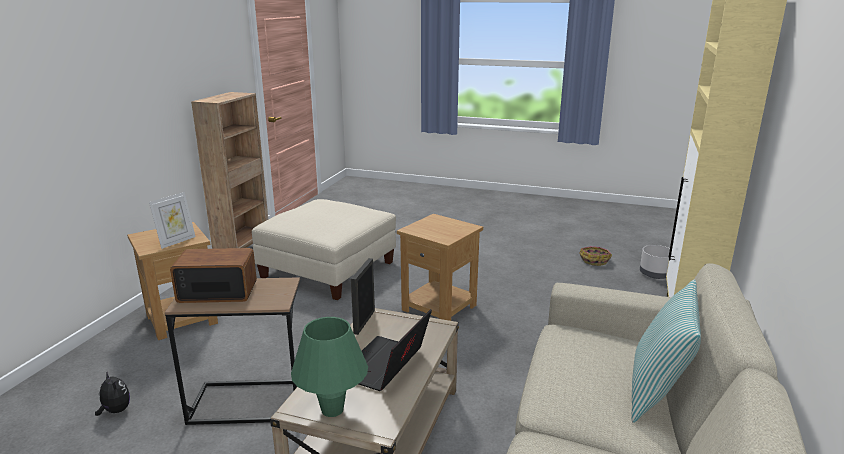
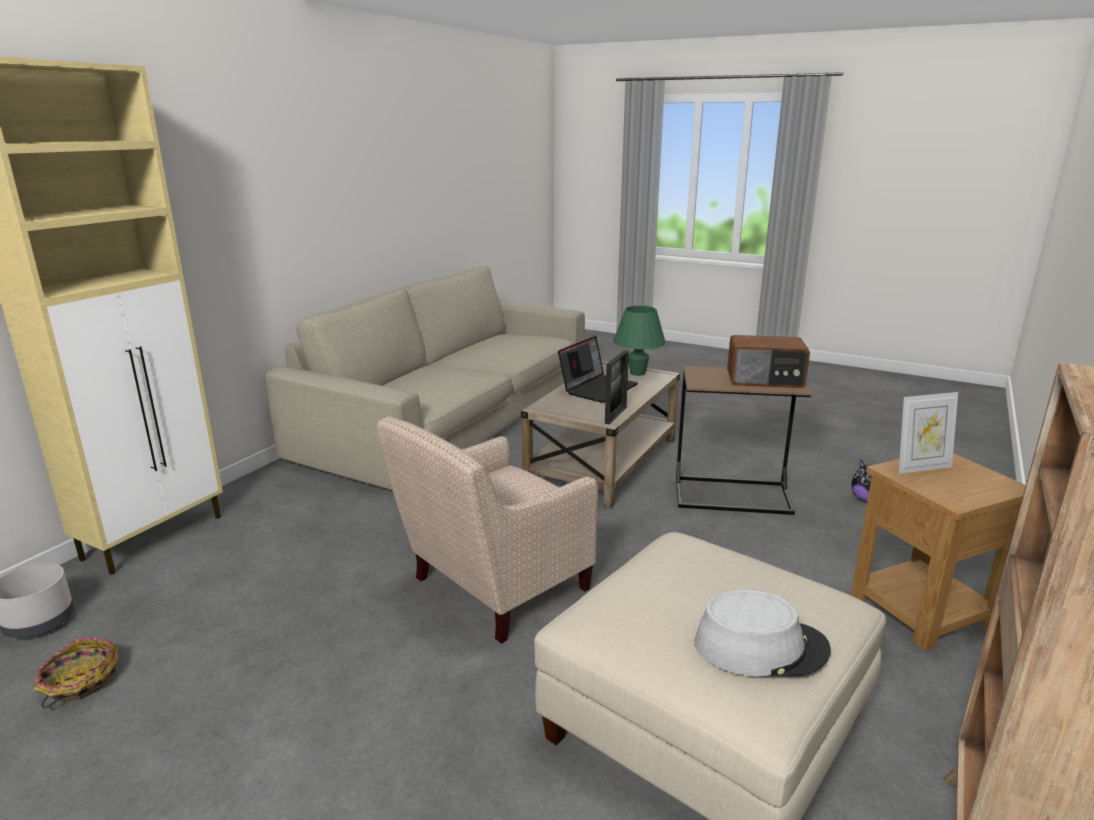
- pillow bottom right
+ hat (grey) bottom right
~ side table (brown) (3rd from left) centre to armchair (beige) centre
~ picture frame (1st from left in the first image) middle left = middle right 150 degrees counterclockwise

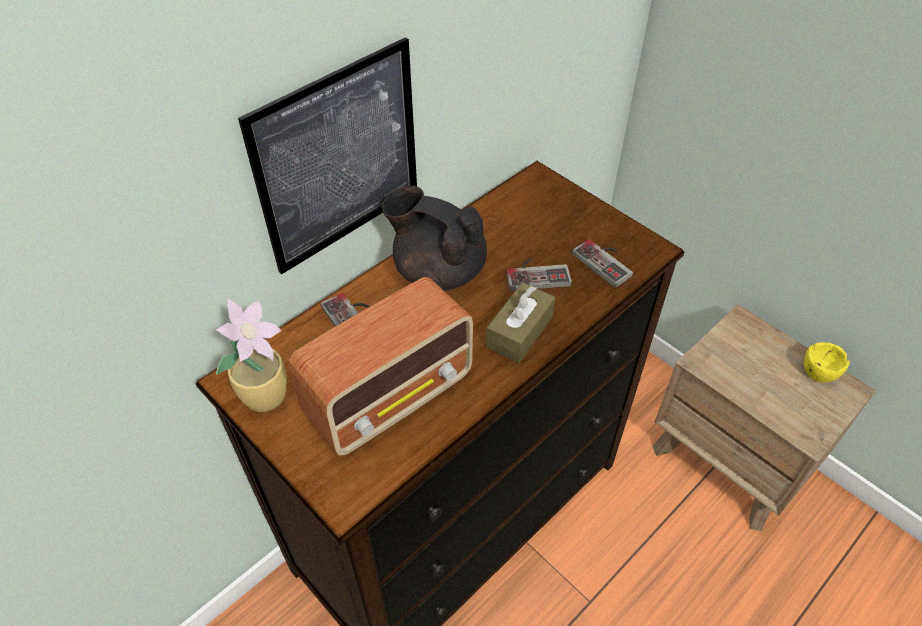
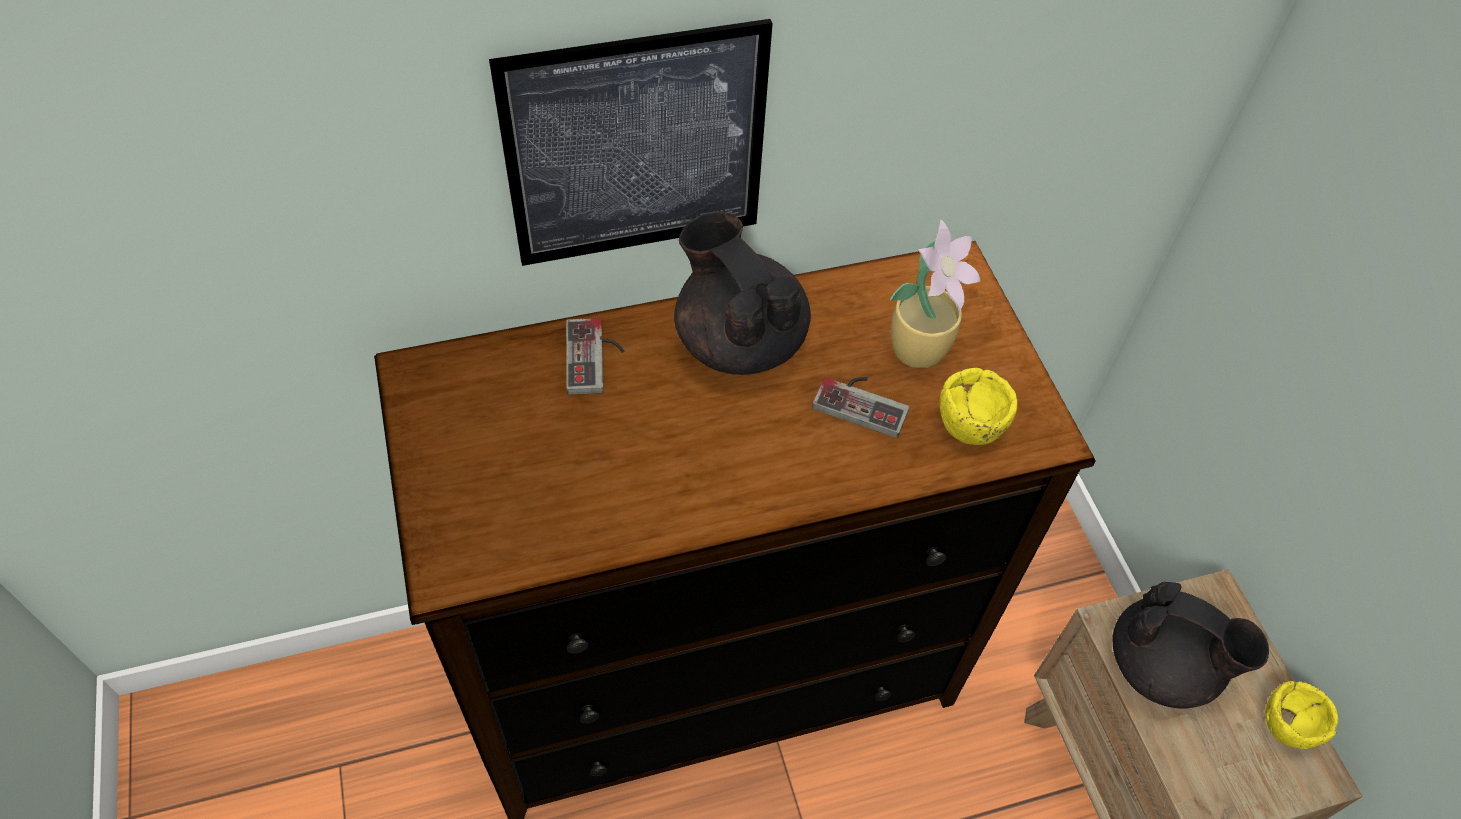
- radio centre
- tissue box (brown) centre
+ teapot (black) (2nd from left) bottom right
~ potted plant middle left to centre
~ game controller (3rd from left) centre to bowl (yellow) (1st from left) middle right

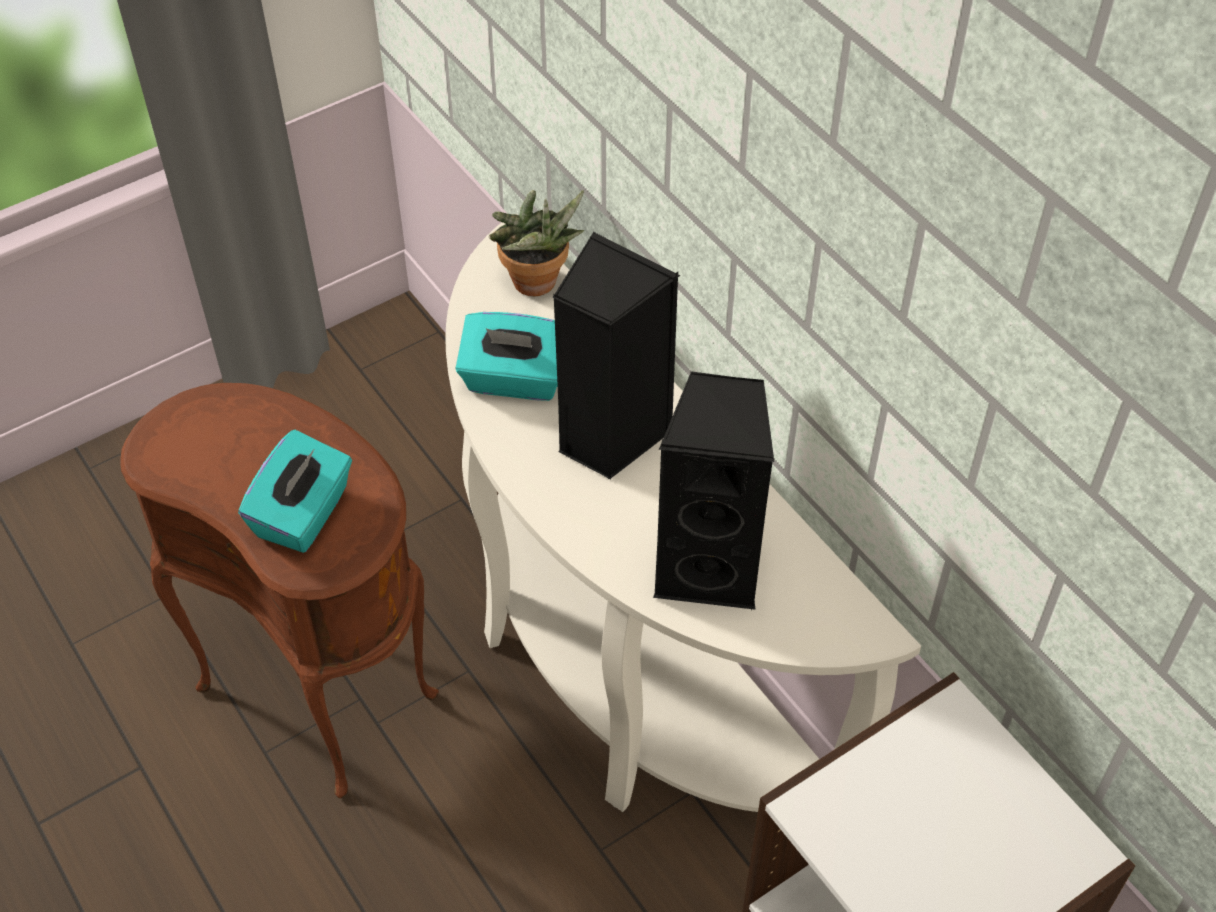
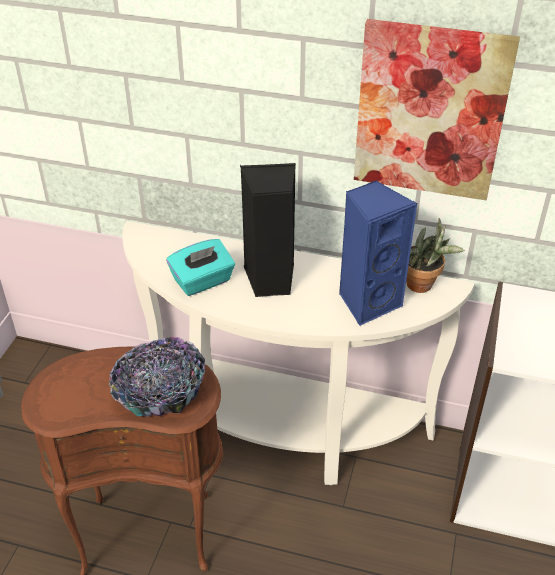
+ picture top right
~ potted plant top centre to middle right
~ tissue box (turquoise) (1st from left) middle left to bowl middle left
~ speaker (black) (2nd from left) centre to speaker (blue) middle right

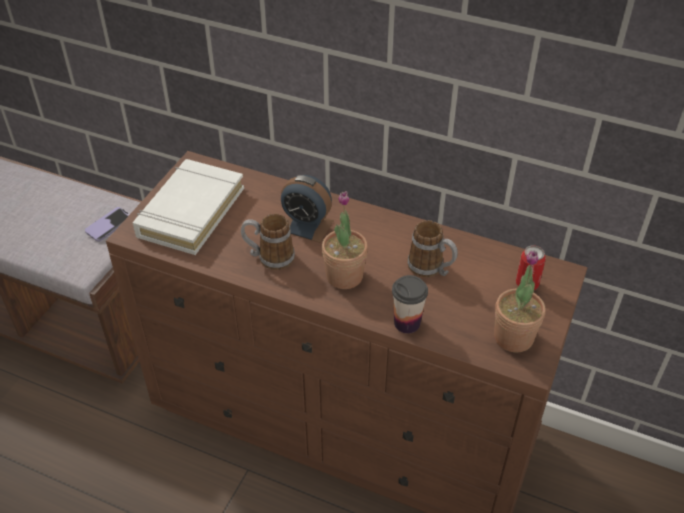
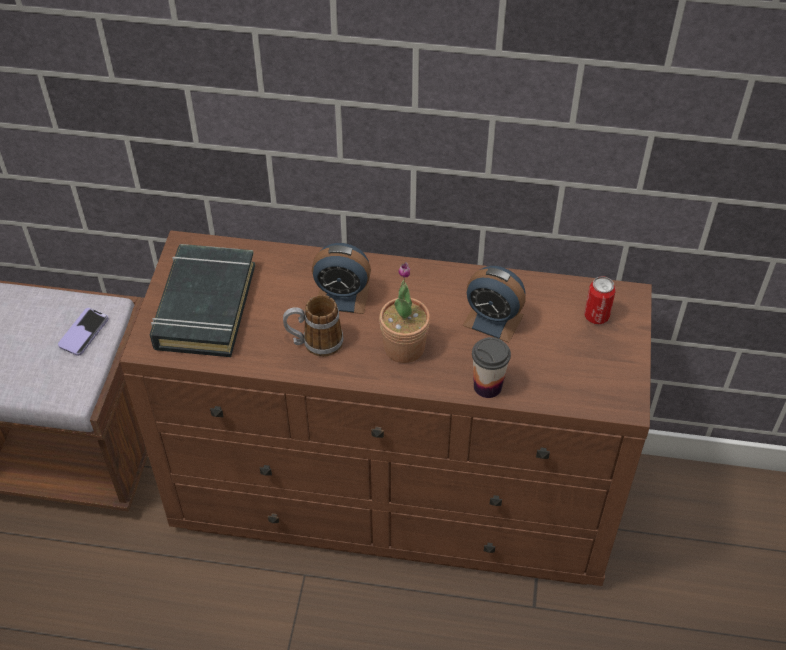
- potted plant (2nd from left) middle right
~ mug (2nd from left) centre to alarm clock (2nd from left) centre
~ book (white) middle left to book (black) middle left

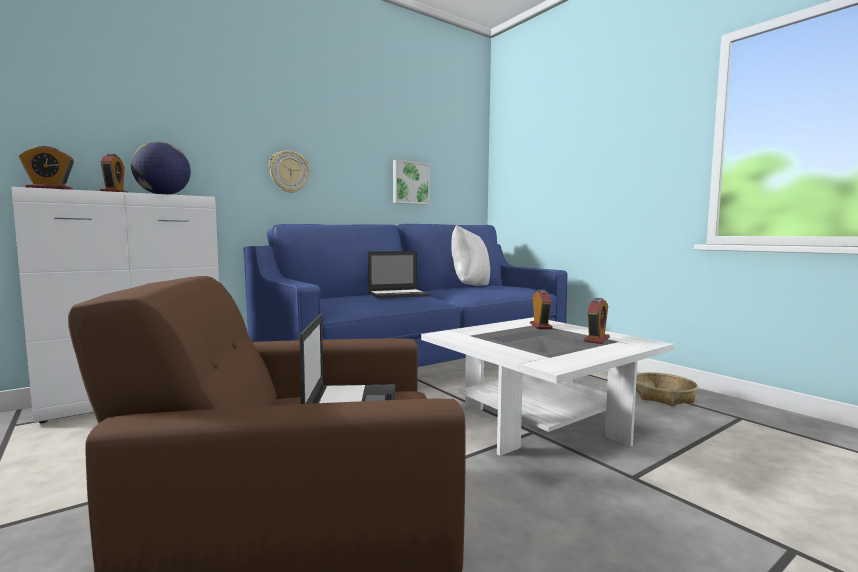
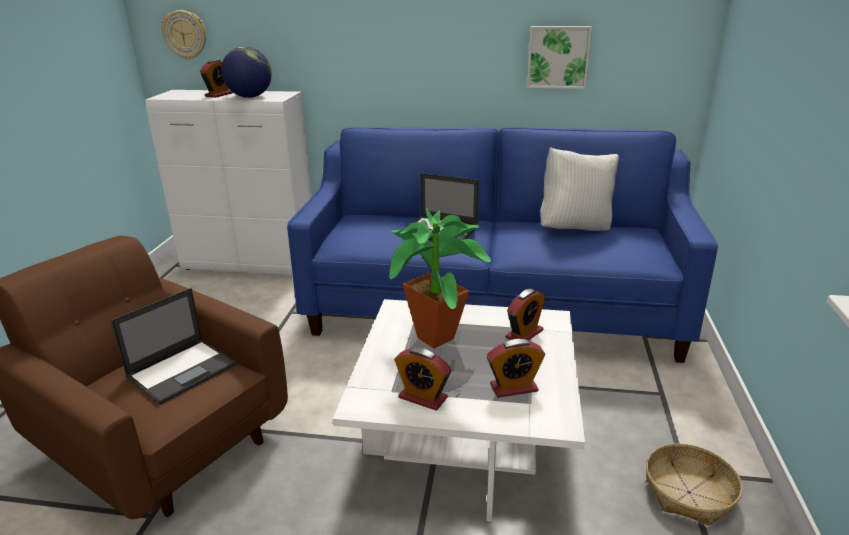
+ potted plant centre
~ alarm clock (1st from left in the first image) top left to alarm clock (2nd from left) bottom centre
~ wall clock top centre to top left

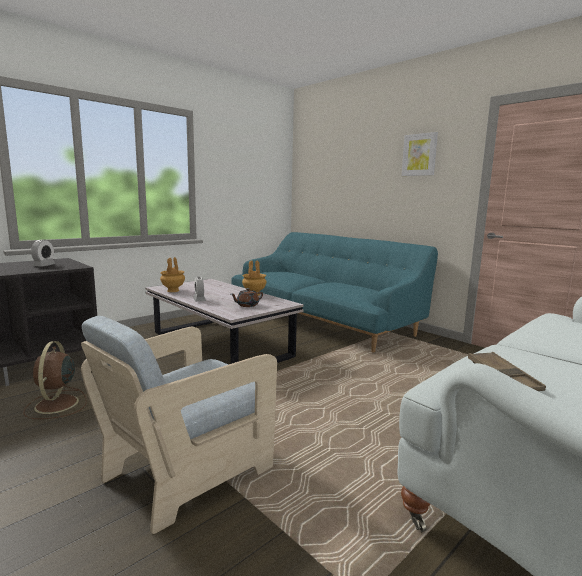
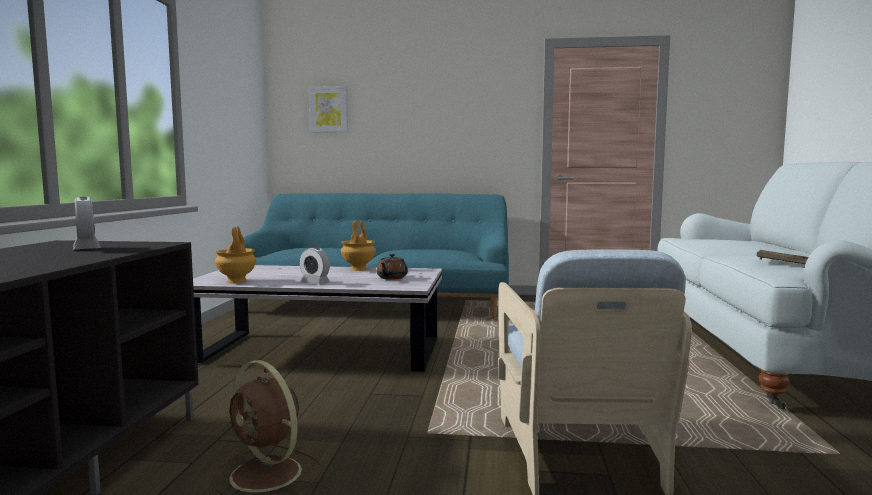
~ picture top right to top centre

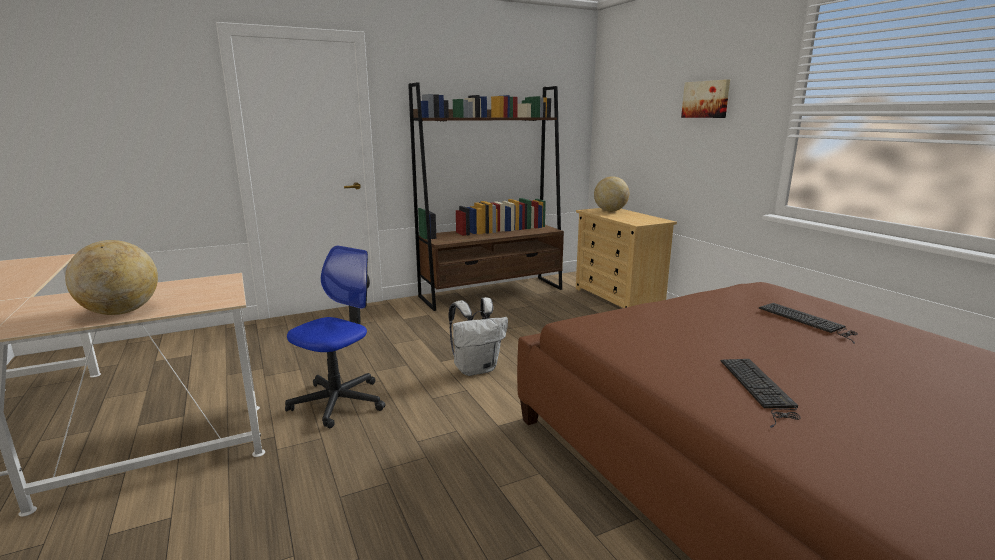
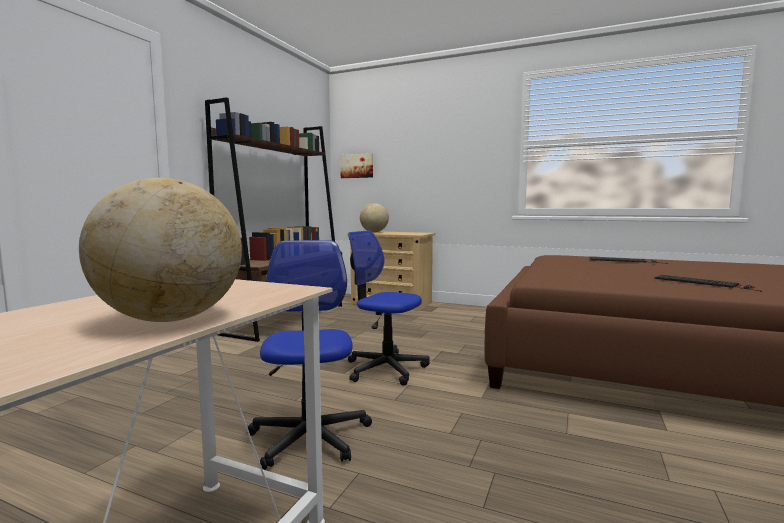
~ picture top right to top centre
~ backpack (white) centre to office chair (2nd from left) centre

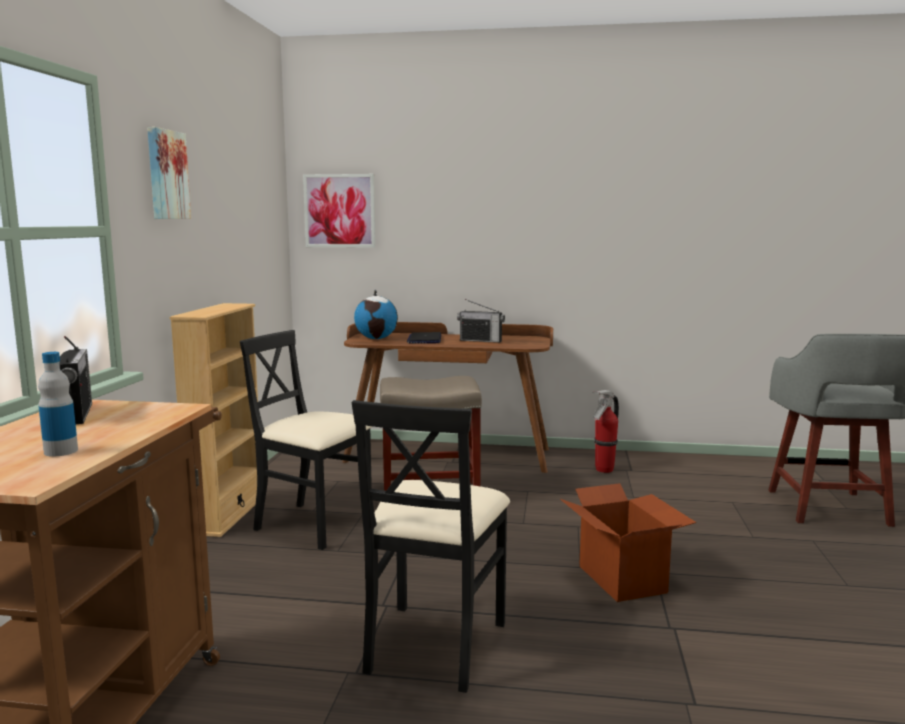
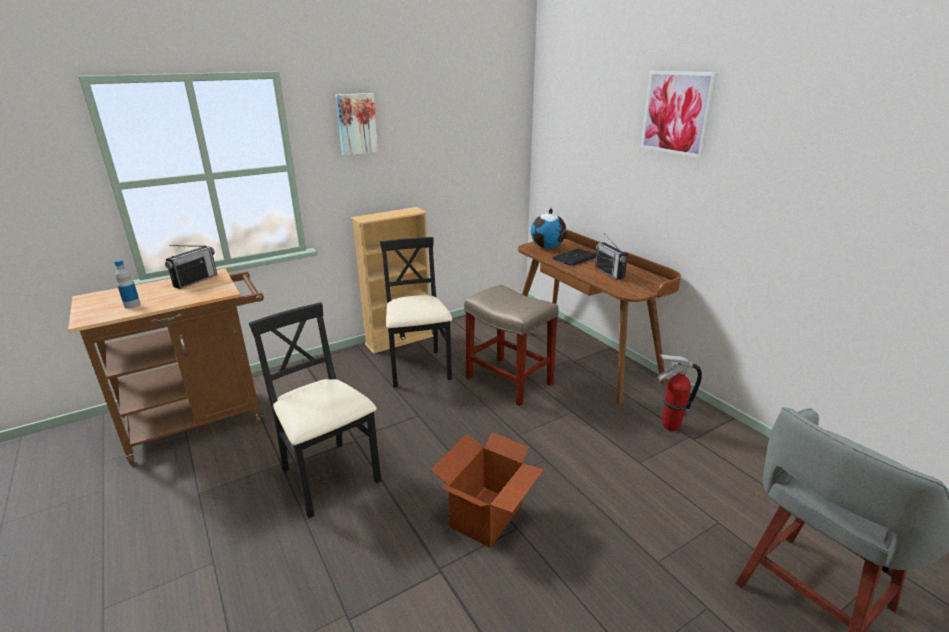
~ picture (2nd from left) top centre to top right
~ chair (black) (2nd from left in the first image) bottom centre = middle left 75 degrees clockwise

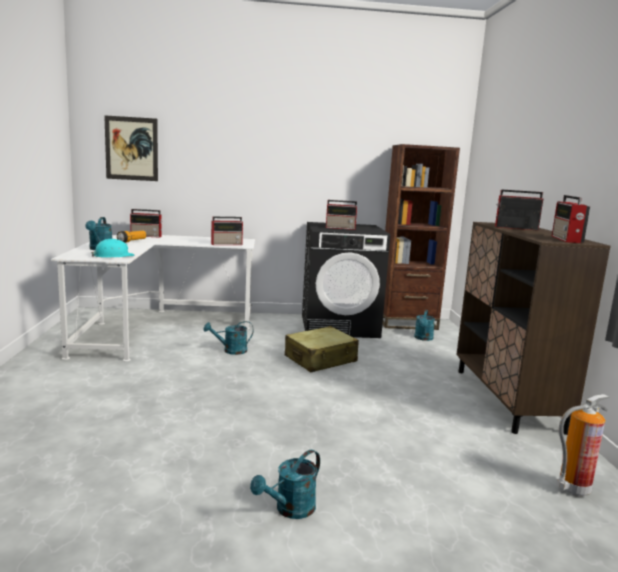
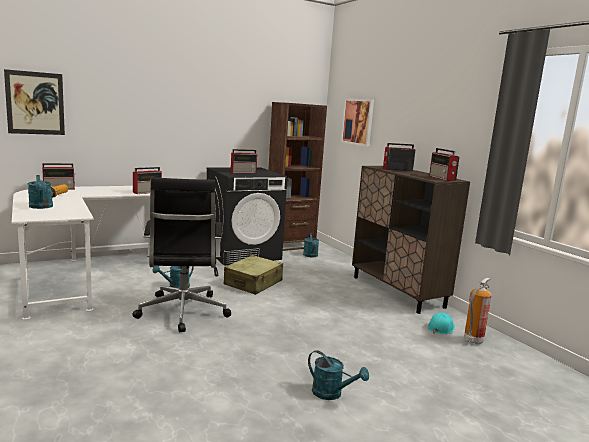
+ office chair (black) middle left
+ picture (2nd from left) top centre
~ hard hat (turquoise) middle left to bottom right
~ watering can (turquoise) (3rd from left in the first image) bottom centre = bottom centre 75 degrees counterclockwise

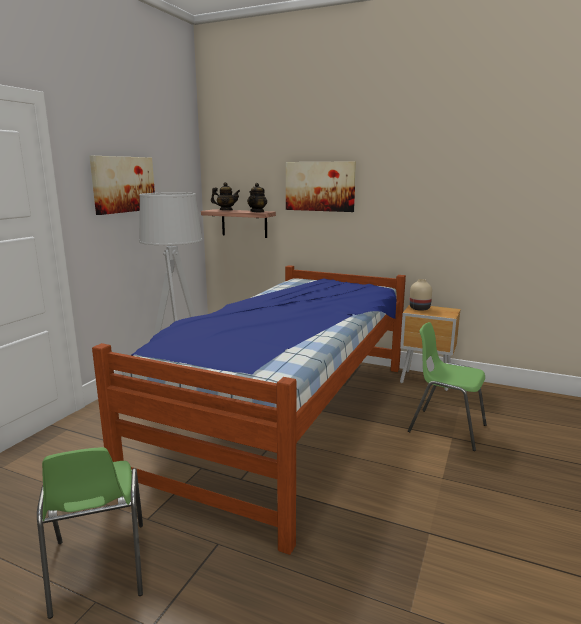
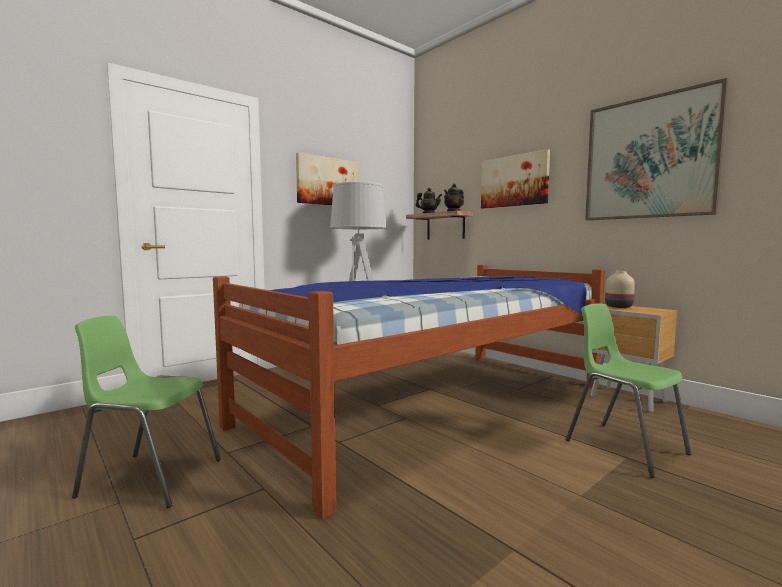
+ picture (3rd from left) top right
~ chair (green) (1st from left) bottom left = bottom left 90 degrees clockwise

